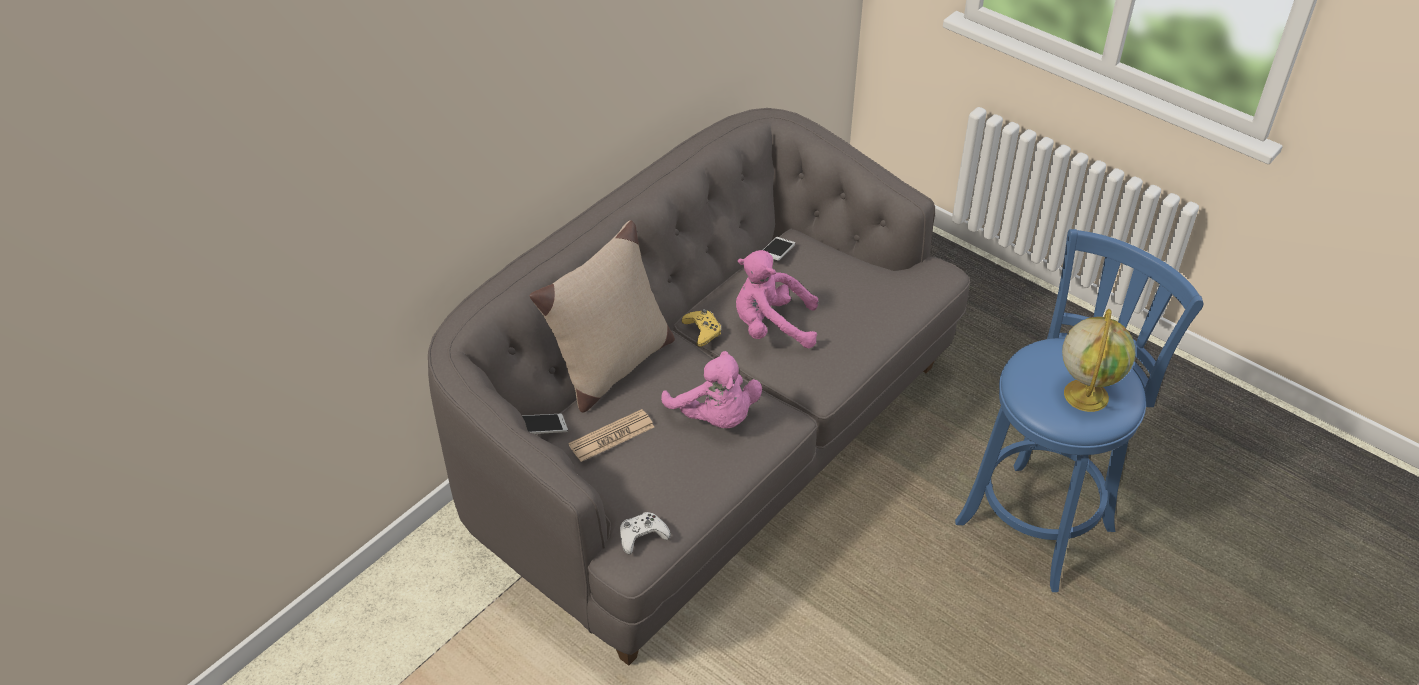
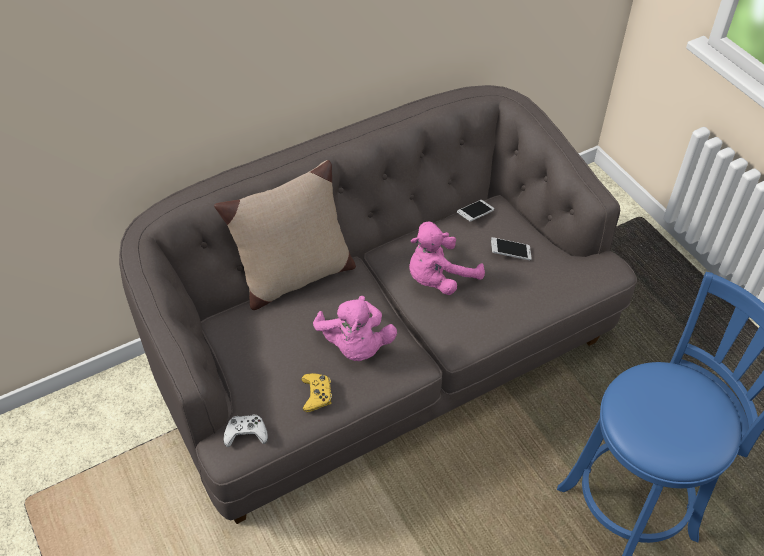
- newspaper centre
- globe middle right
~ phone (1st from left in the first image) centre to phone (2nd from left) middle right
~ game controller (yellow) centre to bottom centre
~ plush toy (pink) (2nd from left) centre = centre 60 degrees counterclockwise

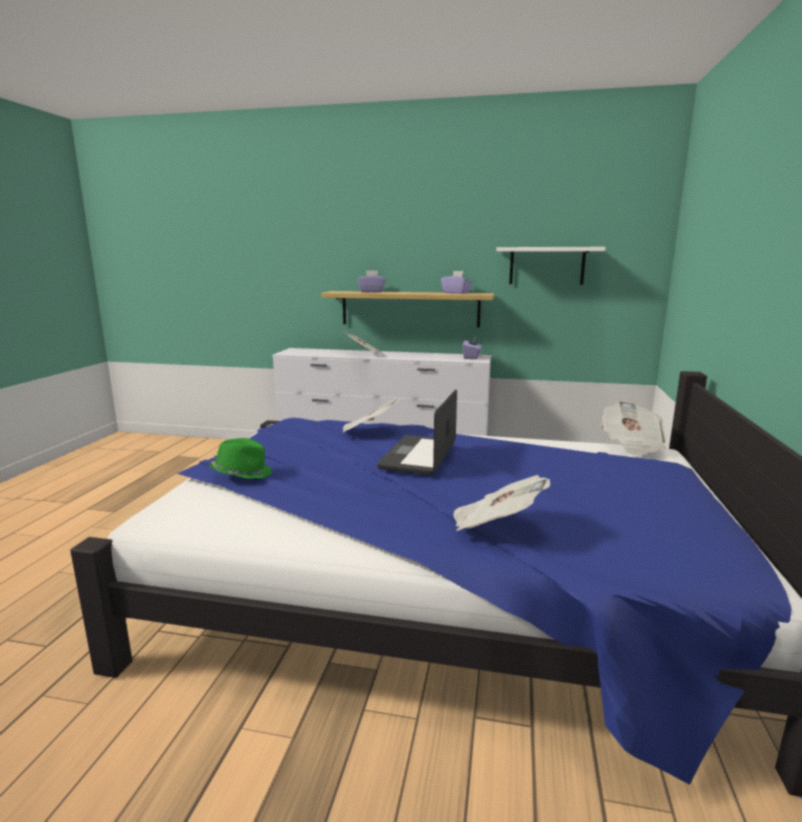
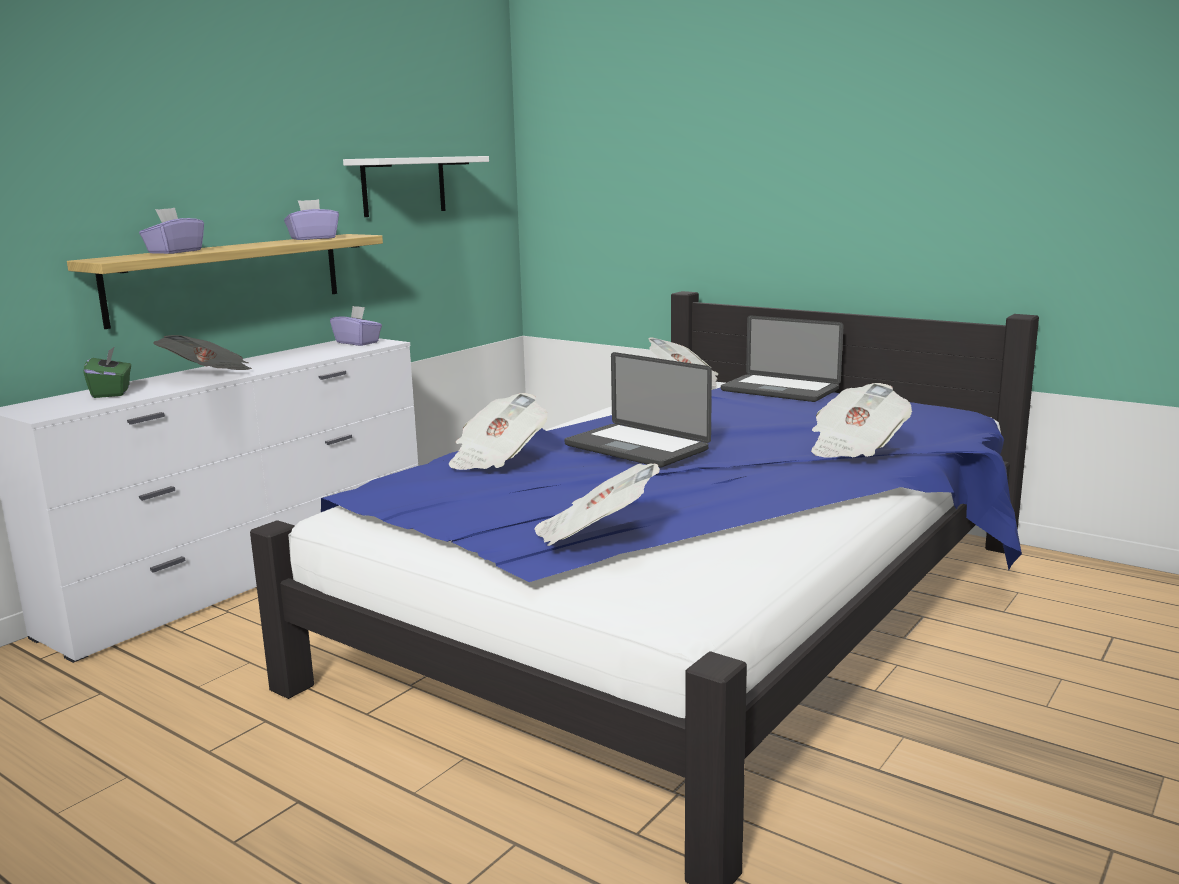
+ tissue box (green) middle left
+ laptop (2nd from left) centre
~ hat (green) middle left to newspaper (3rd from left) centre

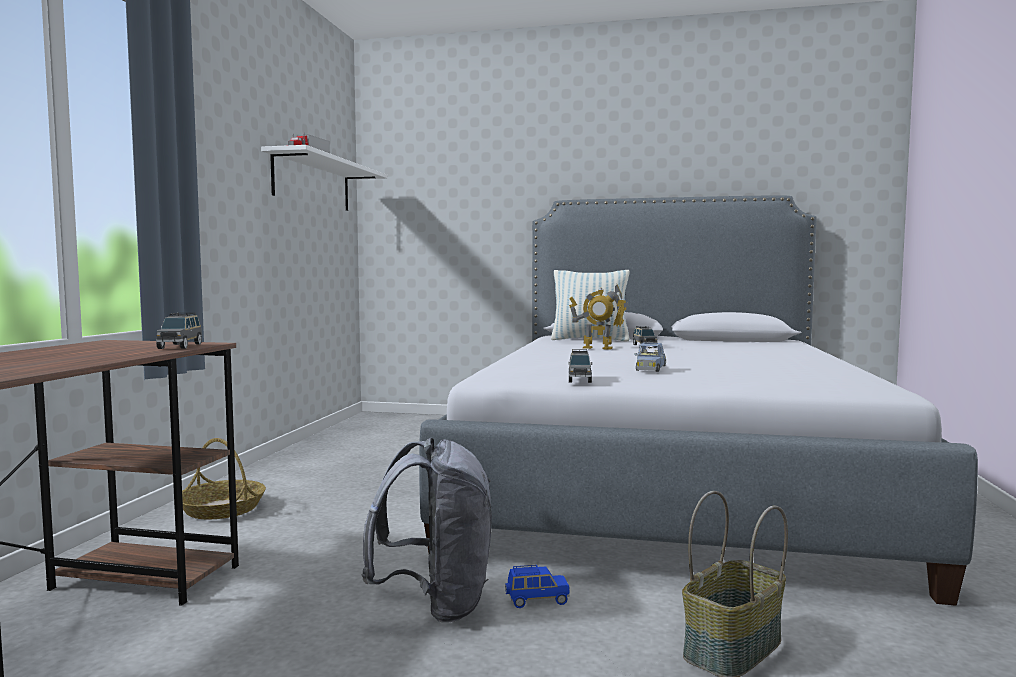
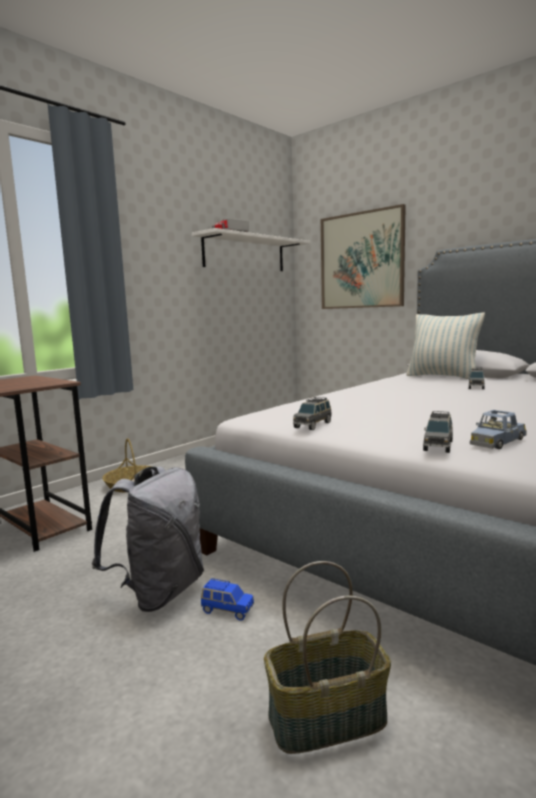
- toy robot centre
+ picture top right
~ toy car (grey) (1st from left in the first image) middle left to toy car (grey) (2nd from left) middle right
~ toy car (blue) (2nd from left) centre to middle right

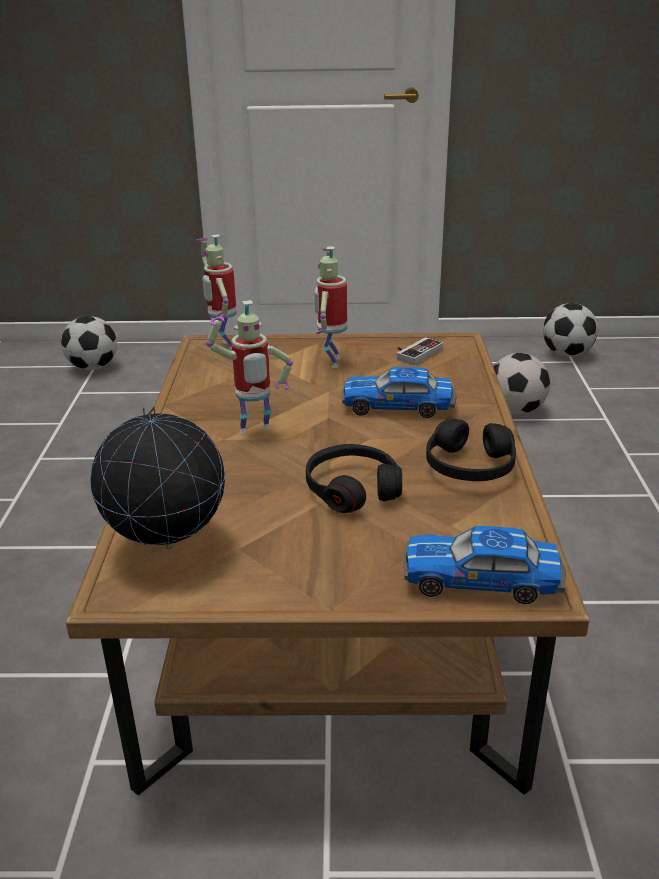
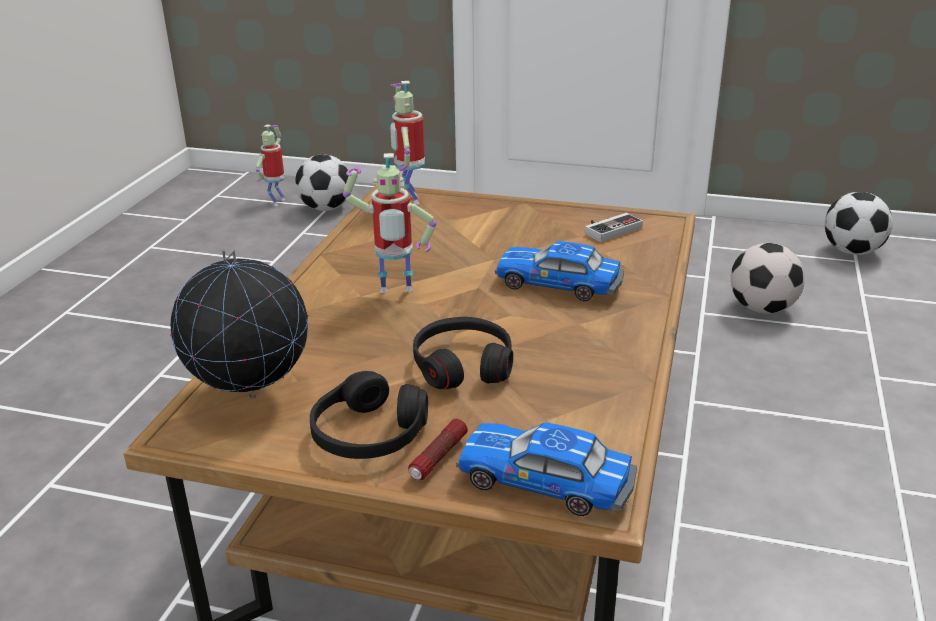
+ flashlight bottom centre
~ toy robot (3rd from left in the first image) centre to toy robot (1st from left) top left
~ headphones (black) (2nd from left in the first image) middle right to headphones (black) (1st from left) bottom centre

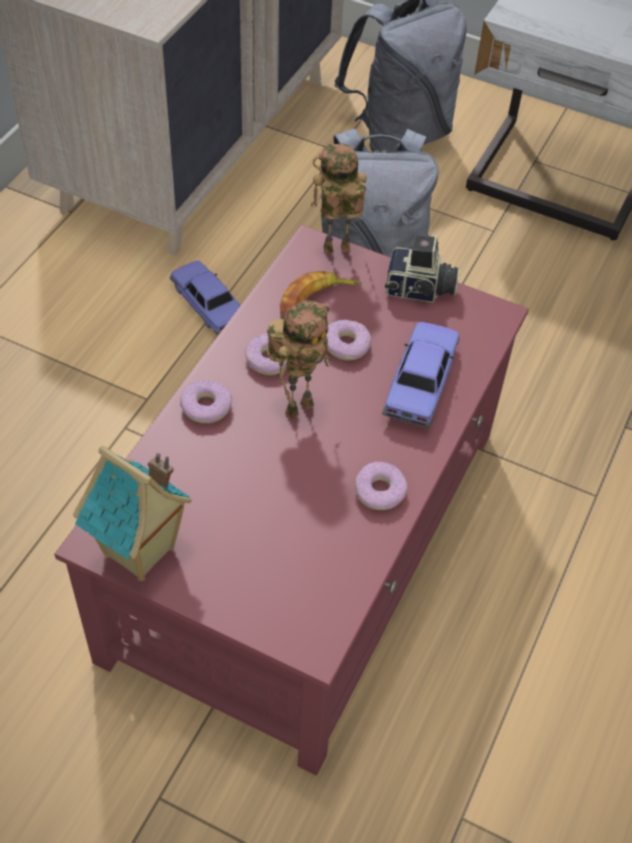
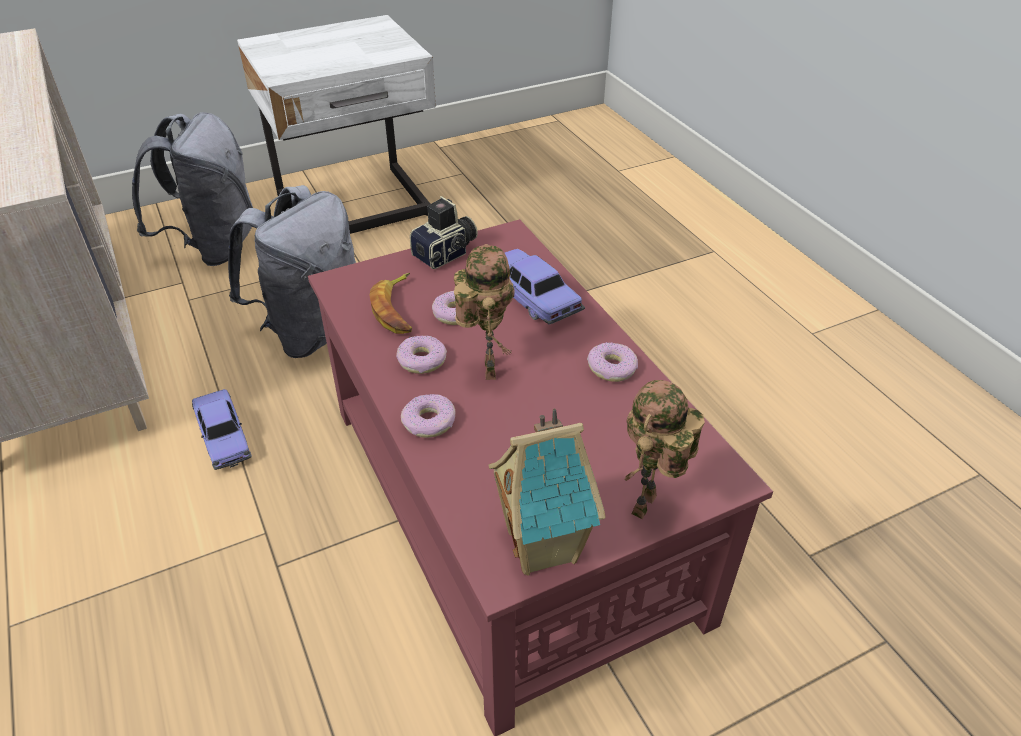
~ toy robot (2nd from left) top centre to centre
~ toy car (1st from left) middle left = middle left 120 degrees counterclockwise

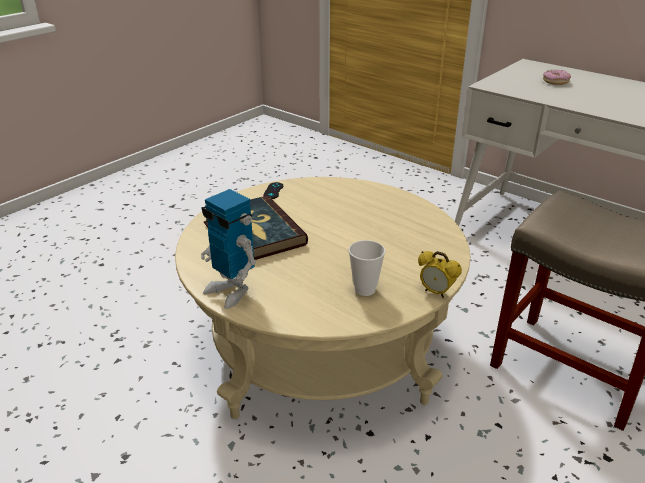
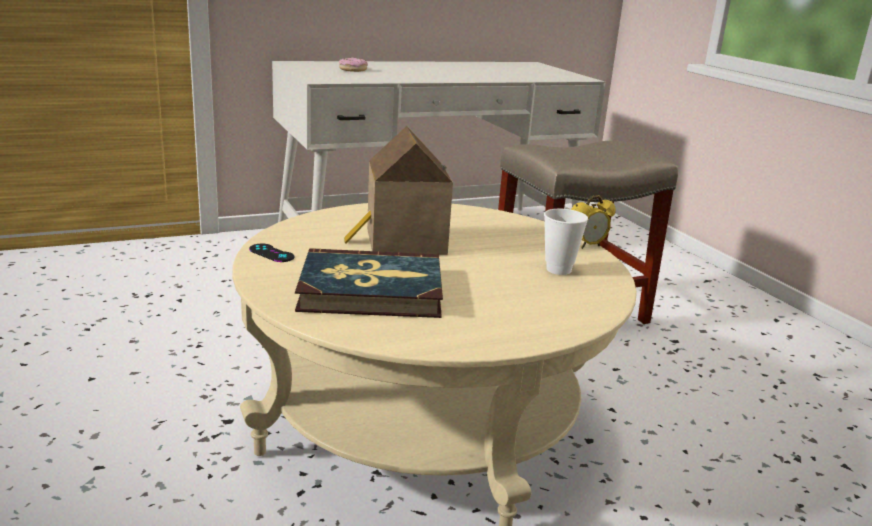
- toy robot centre
+ toy house centre

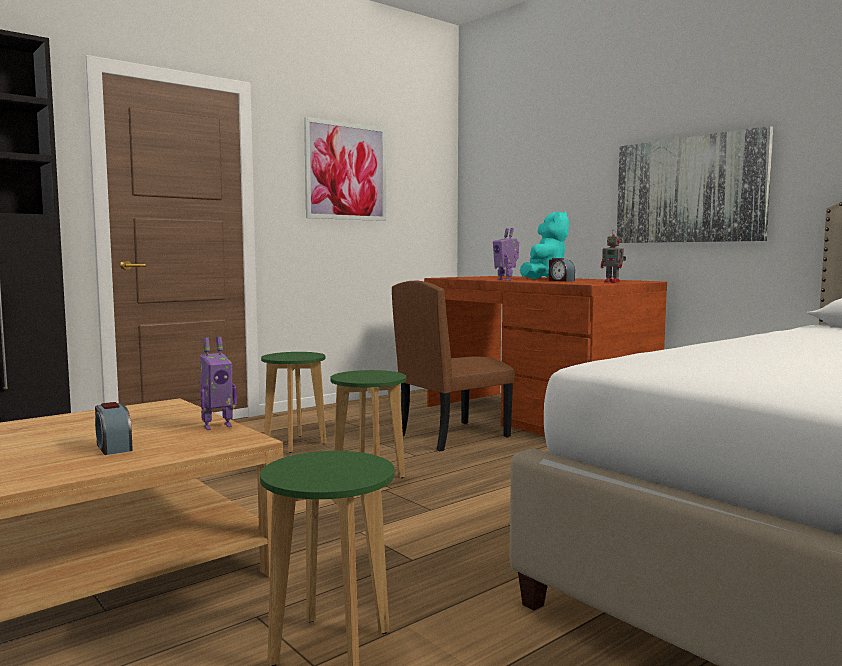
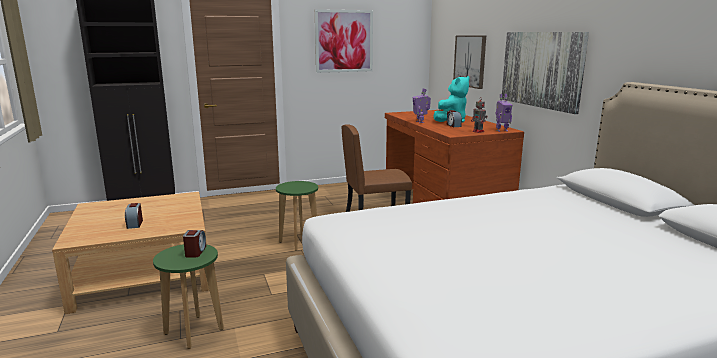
- stool (green) (1st from left) centre
+ alarm clock (2nd from left) bottom left
+ picture (2nd from left) top centre
~ toy robot (1st from left in the first image) middle left to toy robot (3rd from left) top right

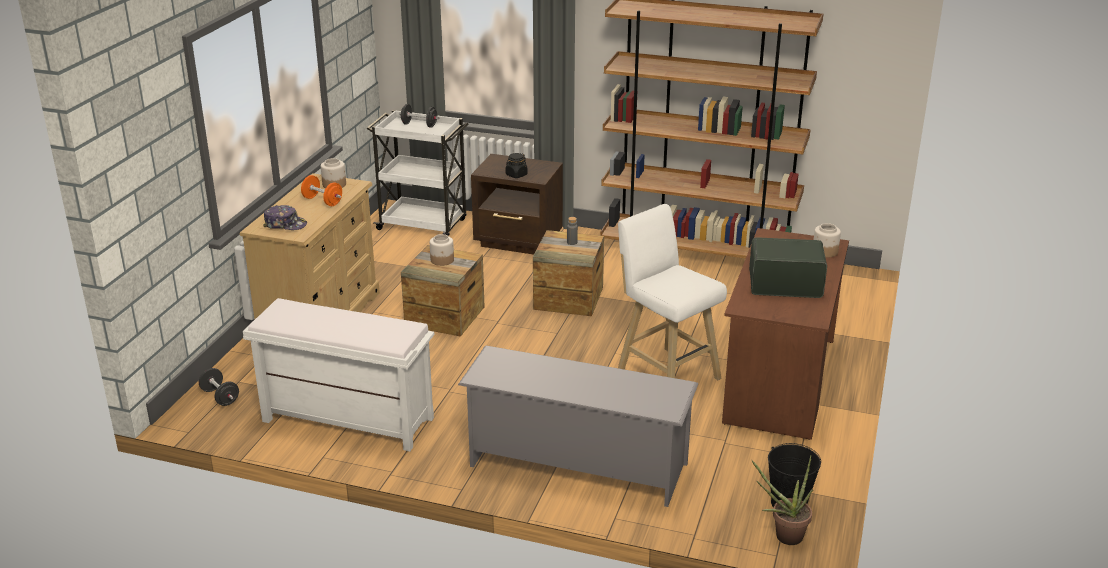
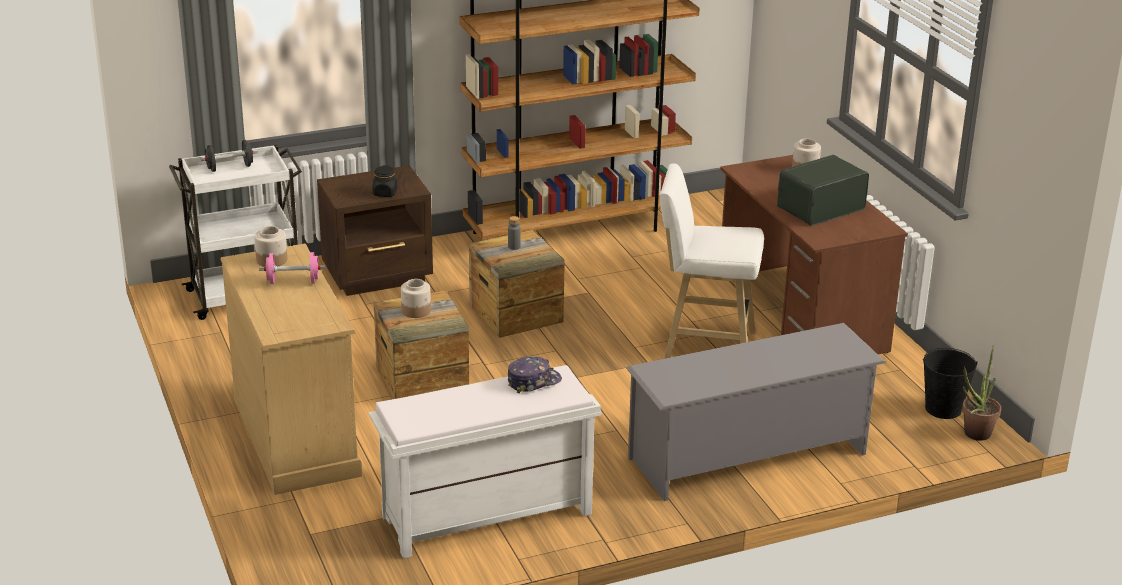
- dumbbell (black) (1st from left) bottom left
~ cap middle left to centre
~ dumbbell (orange) middle left to dumbbell (pink) middle left

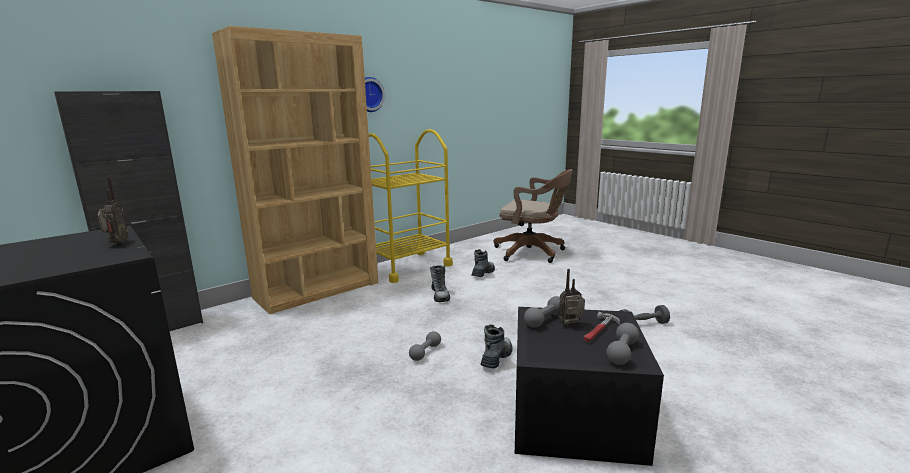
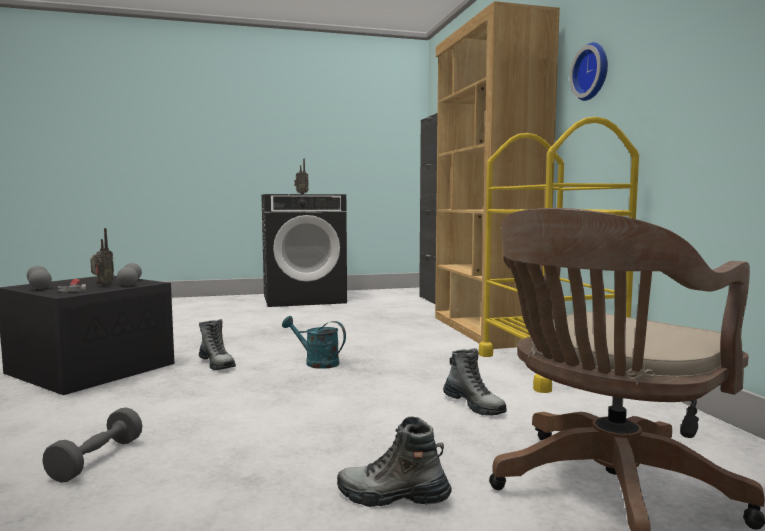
- dumbbell (grey) (1st from left) bottom centre
+ watering can (turquoise) centre
~ boot (1st from left in the first image) centre to boot (2nd from left) bottom centre

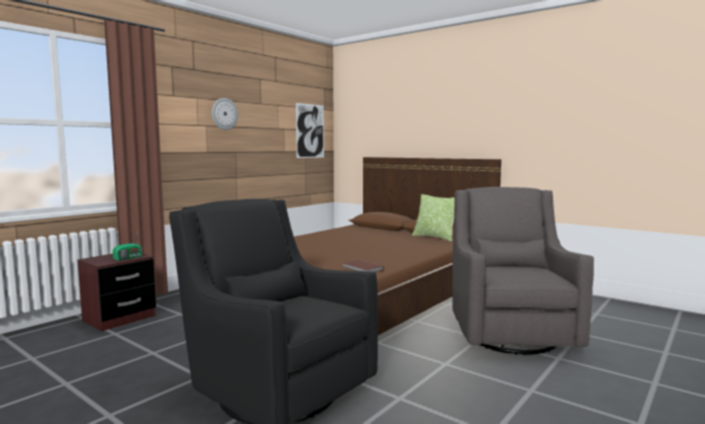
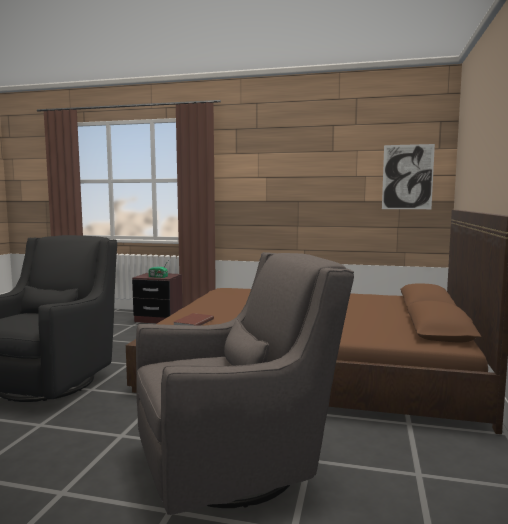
- wall clock top left
- pillow centre

